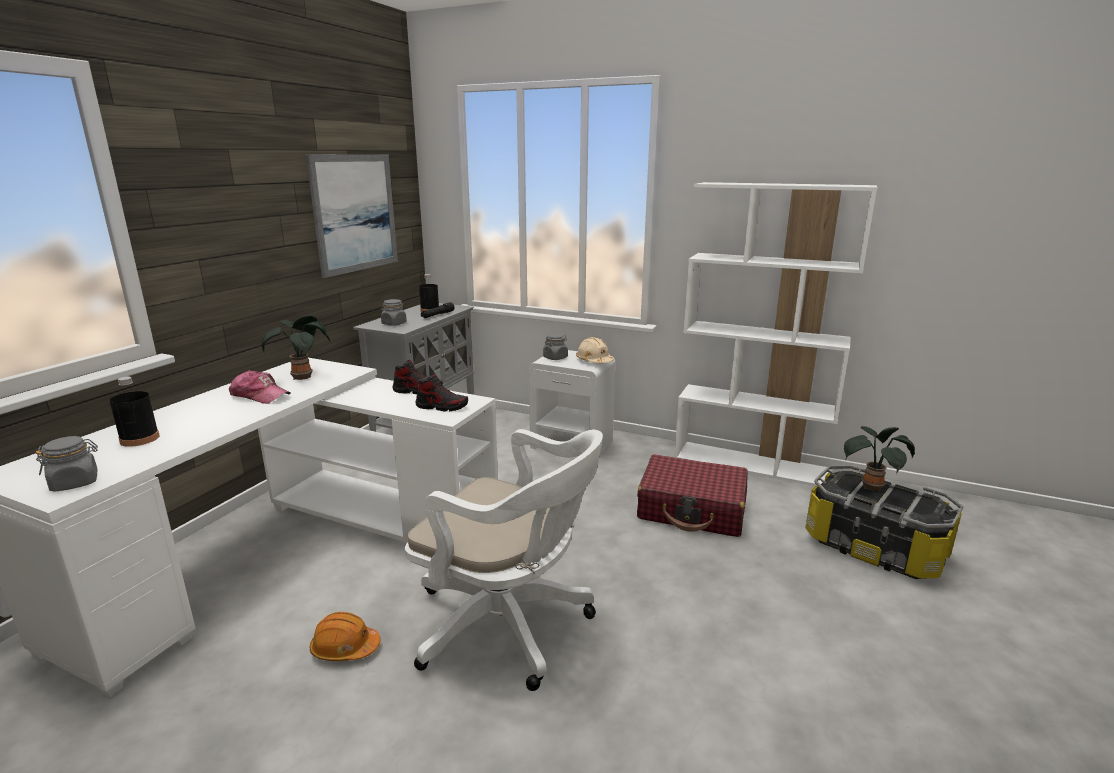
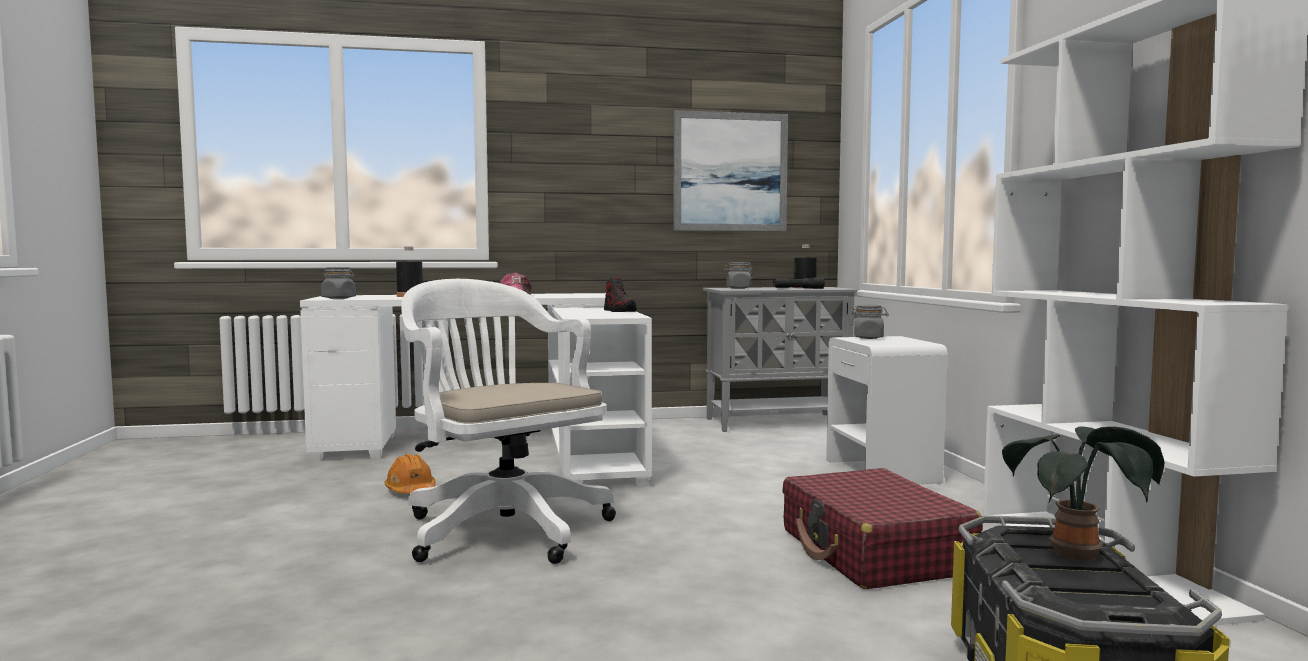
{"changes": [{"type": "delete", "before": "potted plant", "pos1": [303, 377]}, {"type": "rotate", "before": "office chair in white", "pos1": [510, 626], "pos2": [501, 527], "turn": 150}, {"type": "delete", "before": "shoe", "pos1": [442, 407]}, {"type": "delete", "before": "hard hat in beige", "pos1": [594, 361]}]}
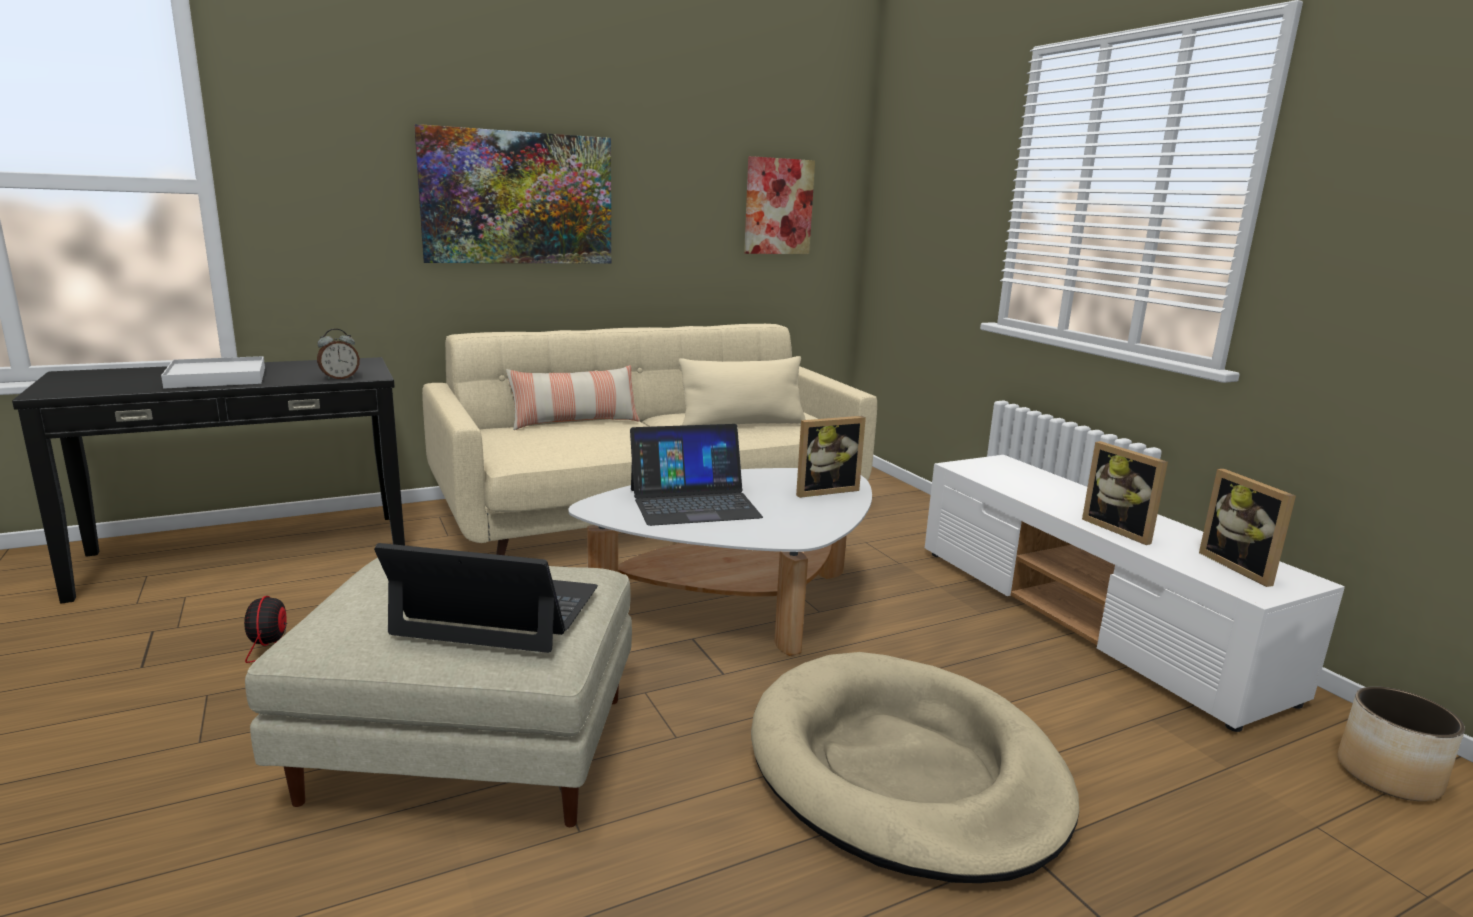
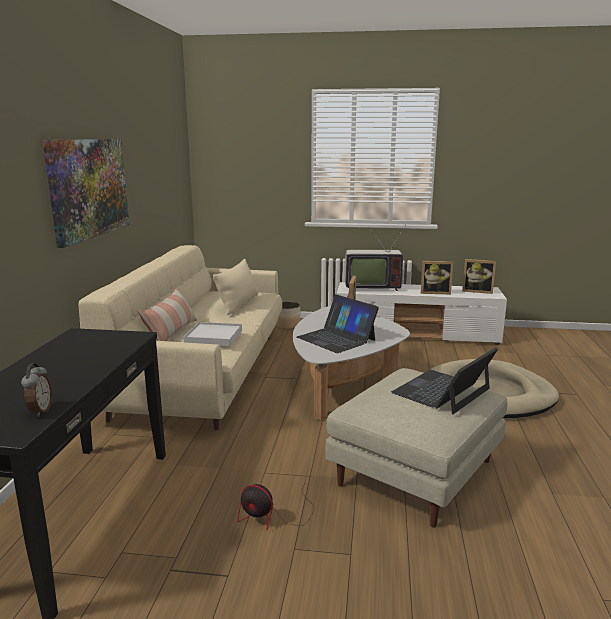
{"changes": [{"type": "move", "before": "tray in white", "pos1": [217, 377], "pos2": [214, 336]}, {"type": "move", "before": "alarm clock", "pos1": [340, 378], "pos2": [40, 411]}, {"type": "rotate", "before": "laptop", "pos1": [693, 503], "pos2": [336, 338], "turn": 120}, {"type": "delete", "before": "picture", "pos1": [778, 206]}, {"type": "move", "before": "planter", "pos1": [1389, 776], "pos2": [288, 326]}, {"type": "insert", "after": "television", "pos2": [371, 287]}]}
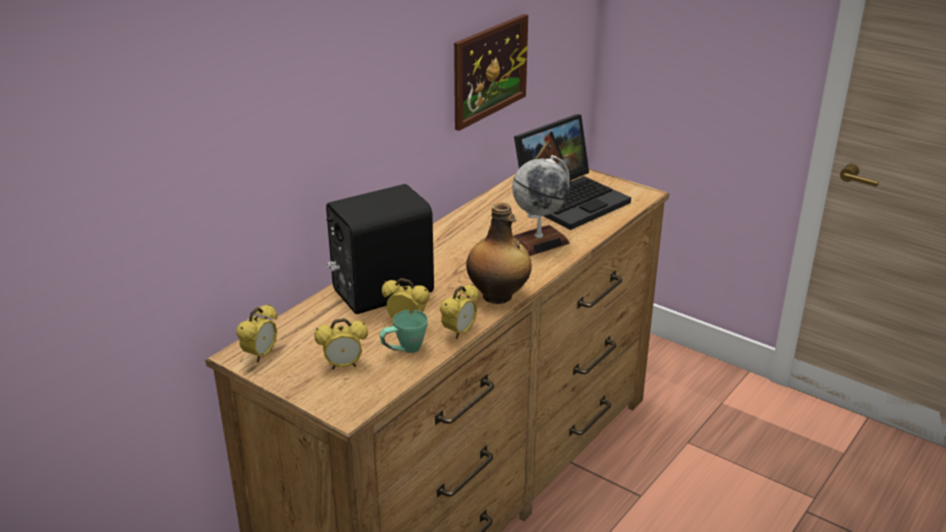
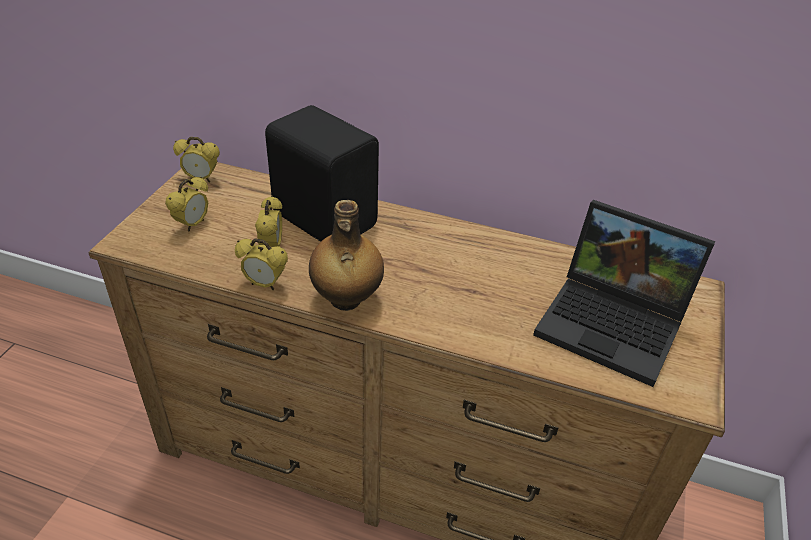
{"changes": [{"type": "rotate", "before": "alarm clock", "pos1": [343, 365], "pos2": [193, 224], "turn": -120}, {"type": "delete", "before": "mug in green", "pos1": [404, 350]}, {"type": "delete", "before": "picture", "pos1": [490, 70]}, {"type": "delete", "before": "globe", "pos1": [539, 242]}]}
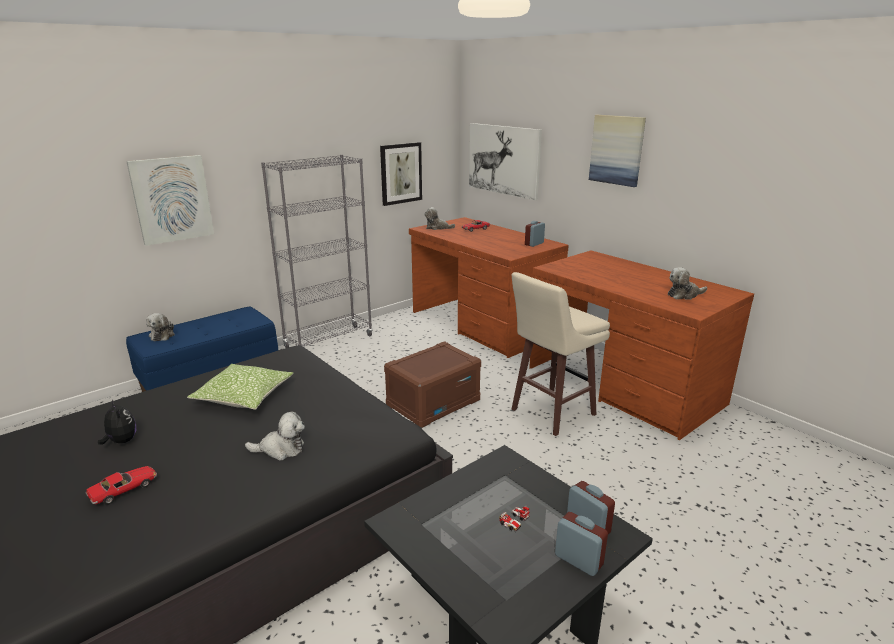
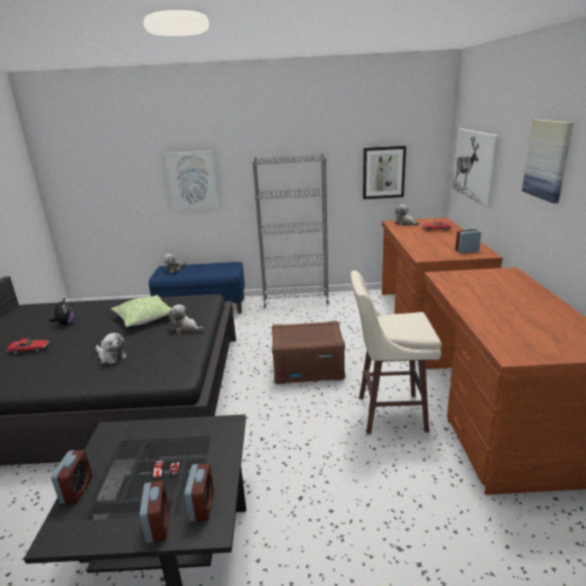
{"changes": [{"type": "move", "before": "plush toy", "pos1": [684, 295], "pos2": [186, 329]}, {"type": "insert", "after": "alarm clock", "pos2": [77, 490]}]}
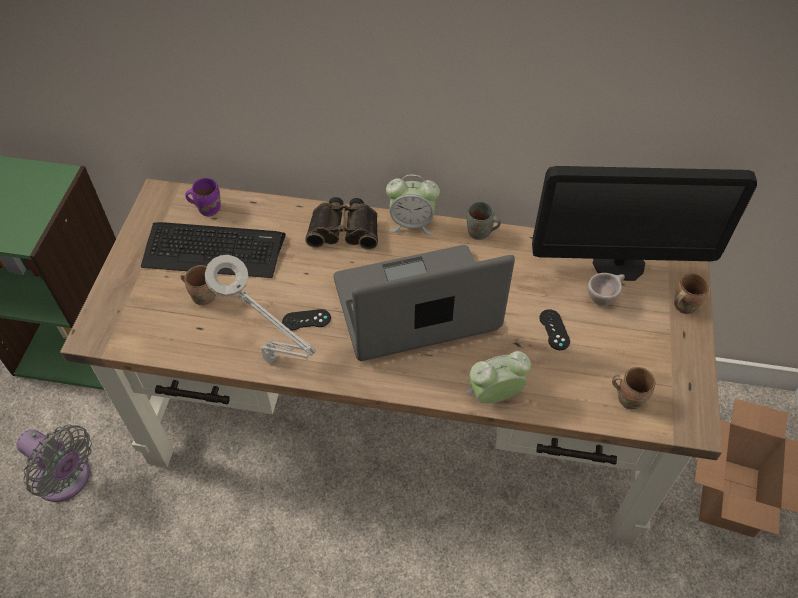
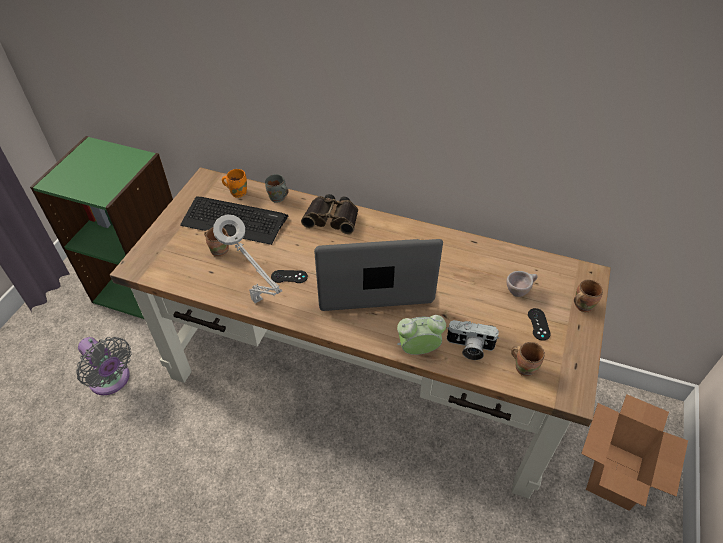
{"changes": [{"type": "recolor", "before": "mug in purple", "after": "mug in orange", "pos1": [208, 208], "pos2": [238, 192]}, {"type": "delete", "before": "alarm clock", "pos1": [412, 223]}, {"type": "move", "before": "mug in grey", "pos1": [480, 233], "pos2": [278, 198]}, {"type": "delete", "before": "monitor", "pos1": [618, 263]}, {"type": "move", "before": "game controller in black", "pos1": [554, 330], "pos2": [538, 324]}, {"type": "insert", "after": "photo camera", "pos2": [469, 347]}]}
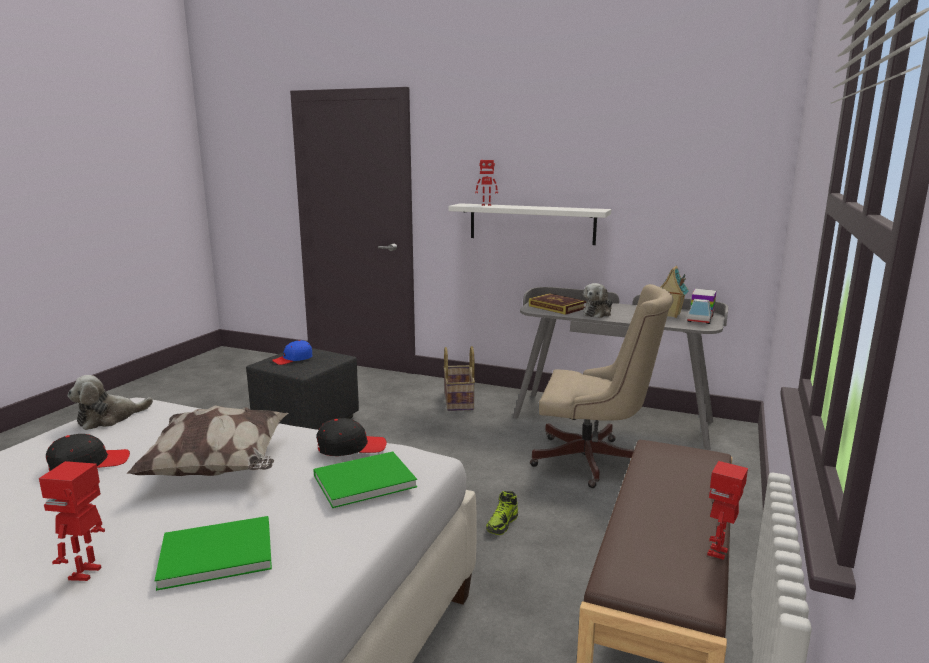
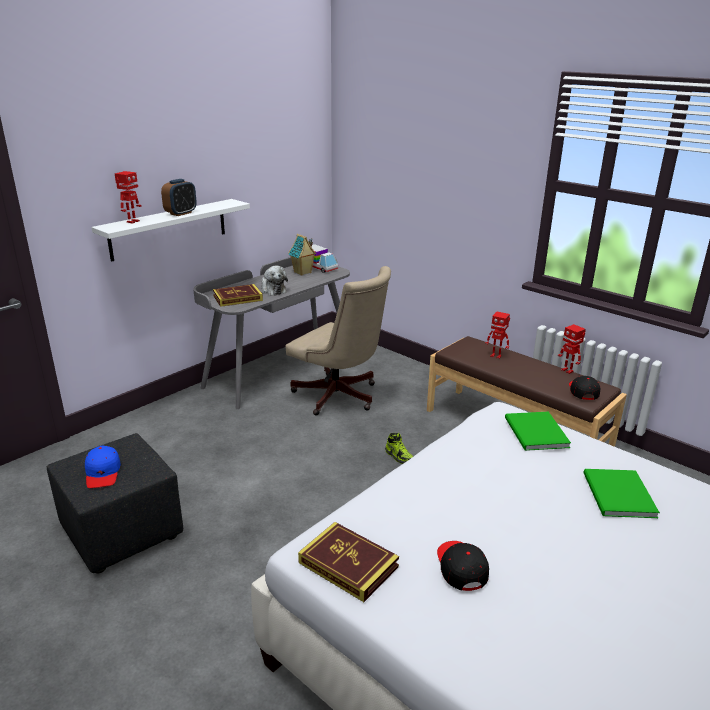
{"changes": [{"type": "move", "before": "toy robot", "pos1": [87, 573], "pos2": [496, 356]}, {"type": "replace", "before": "plush toy", "after": "book", "pos1": [109, 418], "pos2": [348, 565]}, {"type": "delete", "before": "pillow", "pos1": [219, 468]}, {"type": "move", "before": "cap in black", "pos1": [351, 447], "pos2": [582, 391]}, {"type": "delete", "before": "basket", "pos1": [459, 401]}, {"type": "rotate", "before": "office chair in beige", "pos1": [594, 462], "pos2": [339, 397], "turn": 90}, {"type": "insert", "after": "alarm clock", "pos2": [181, 213]}]}
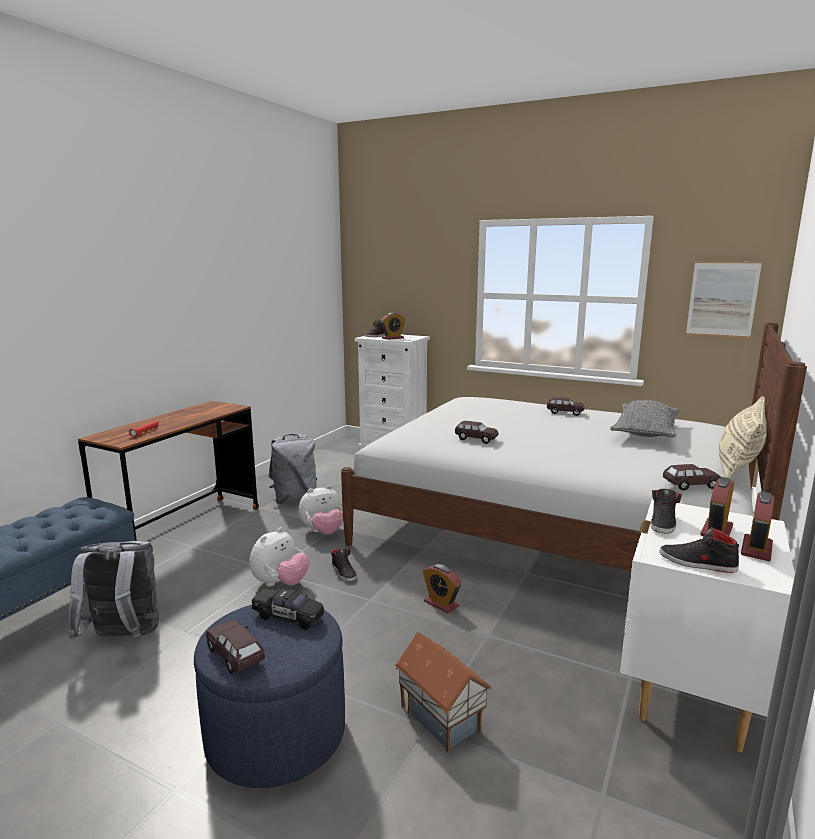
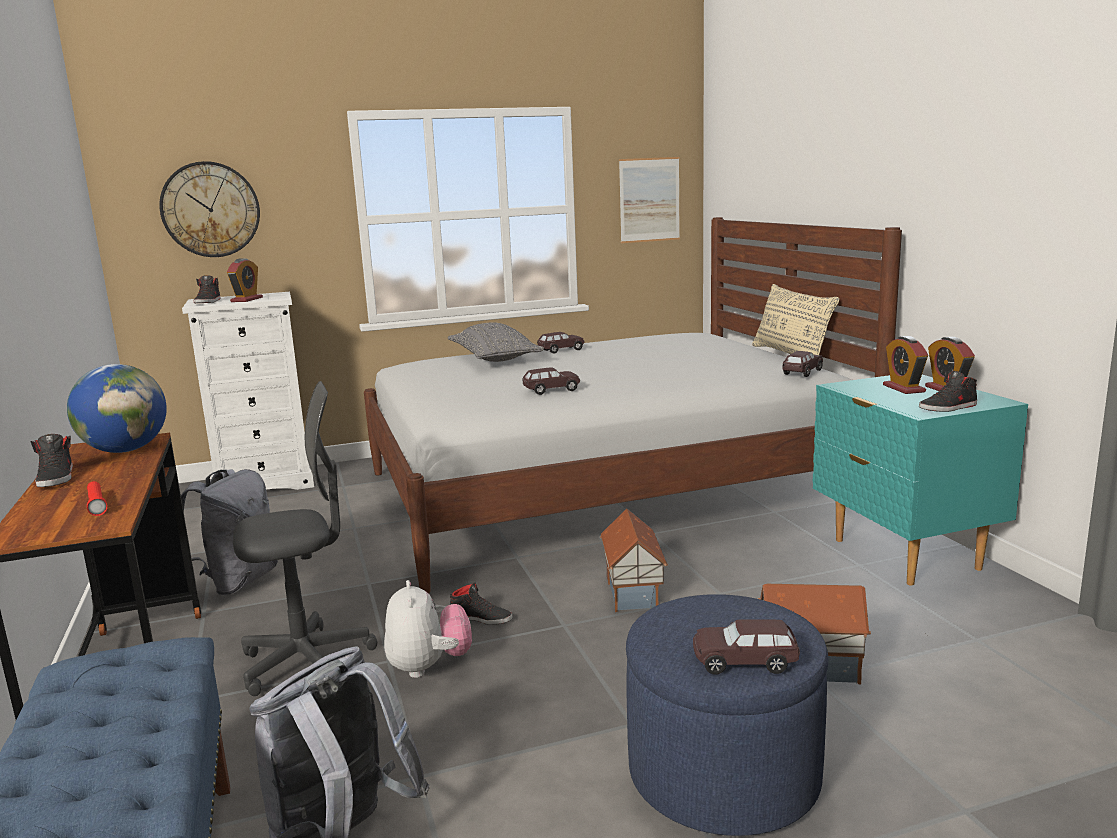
{"changes": [{"type": "delete", "before": "toy car in black", "pos1": [289, 616]}, {"type": "delete", "before": "plush toy", "pos1": [323, 532]}, {"type": "replace", "before": "alarm clock", "after": "toy house", "pos1": [441, 604], "pos2": [634, 592]}, {"type": "move", "before": "pillow in grey", "pos1": [645, 432], "pos2": [494, 358]}, {"type": "recolor", "before": "nightstand in white", "after": "nightstand in turquoise", "pos1": [689, 694], "pos2": [904, 555]}, {"type": "move", "before": "shoe in black", "pos1": [663, 523], "pos2": [57, 478]}, {"type": "insert", "after": "globe", "pos2": [125, 450]}, {"type": "insert", "after": "wall clock", "pos2": [210, 209]}, {"type": "insert", "after": "office chair in grey", "pos2": [307, 662]}]}
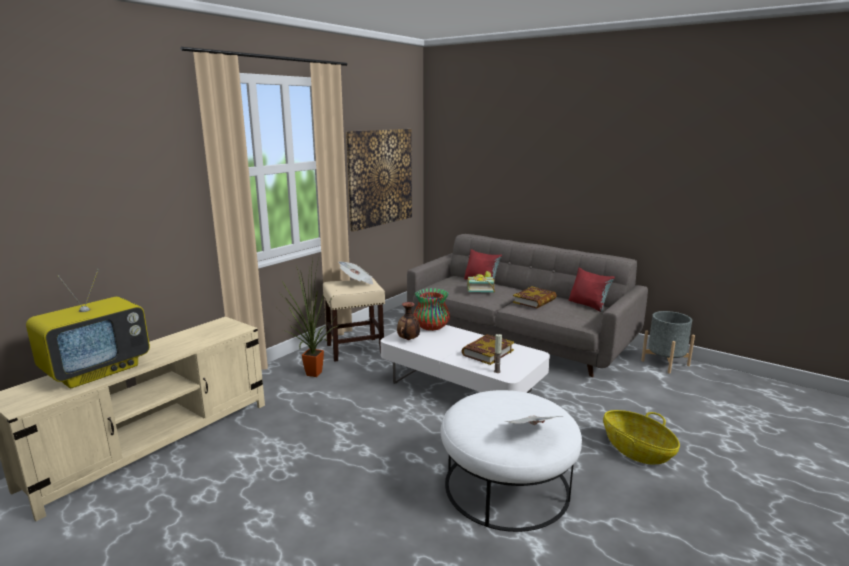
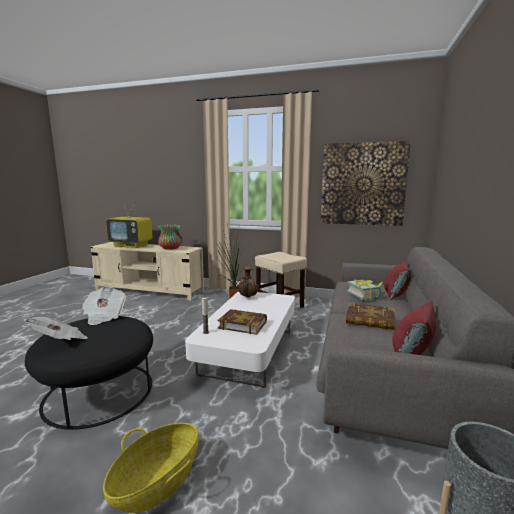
{"changes": [{"type": "move", "before": "newspaper", "pos1": [357, 282], "pos2": [104, 316]}, {"type": "move", "before": "vase", "pos1": [431, 327], "pos2": [171, 248]}, {"type": "recolor", "before": "ottoman in white", "after": "ottoman in black", "pos1": [507, 486], "pos2": [99, 392]}]}
